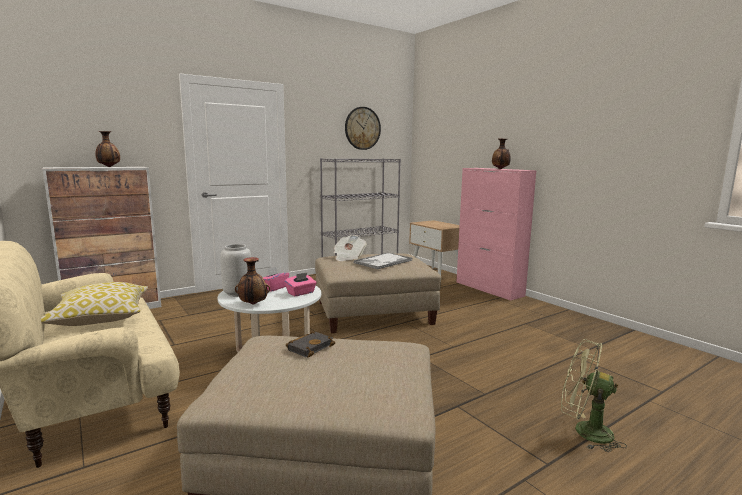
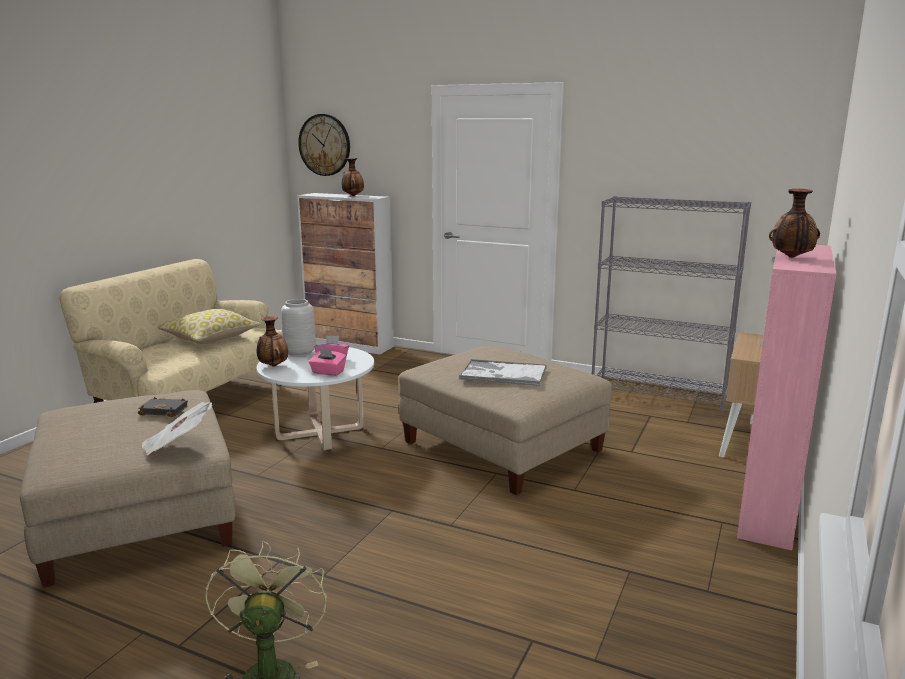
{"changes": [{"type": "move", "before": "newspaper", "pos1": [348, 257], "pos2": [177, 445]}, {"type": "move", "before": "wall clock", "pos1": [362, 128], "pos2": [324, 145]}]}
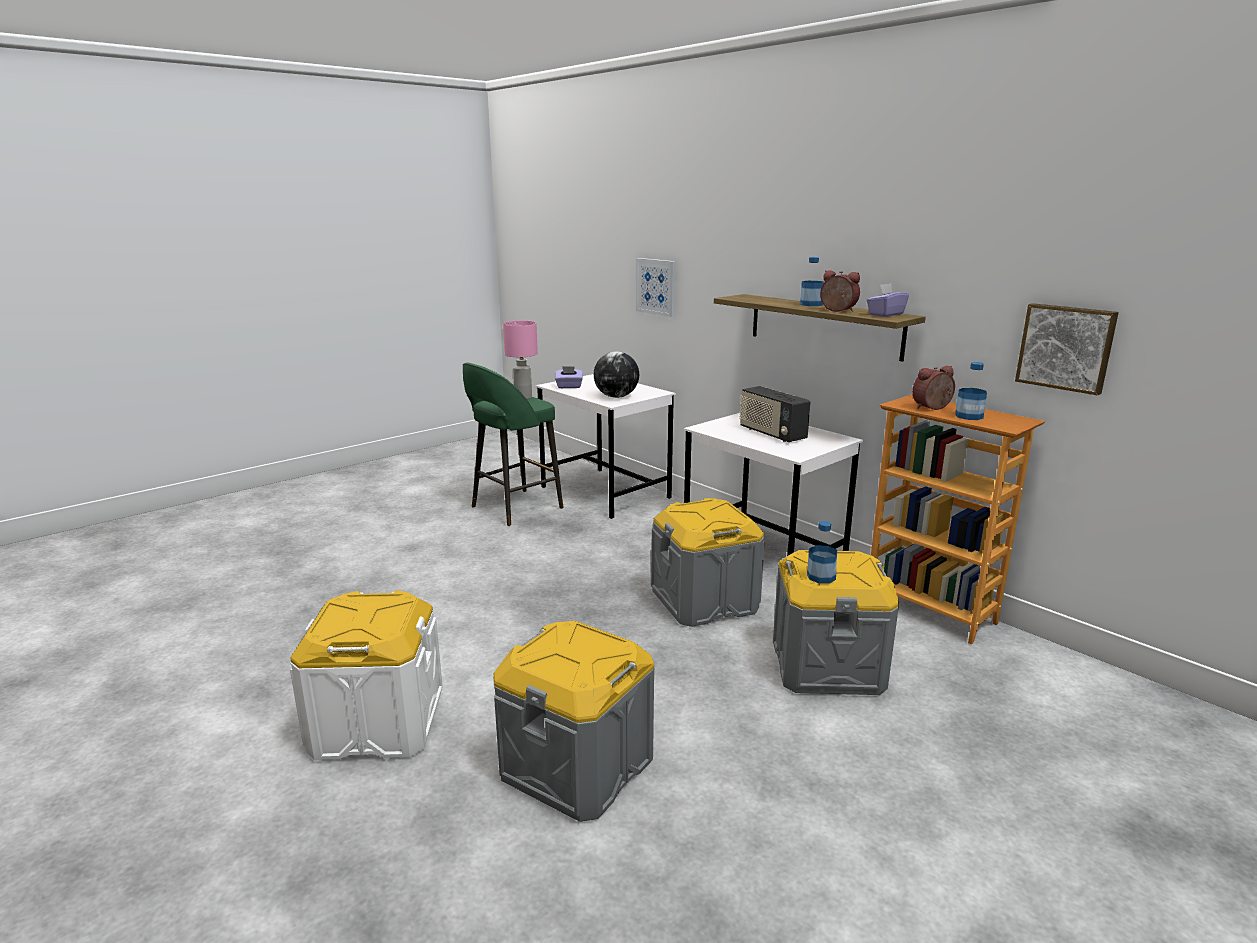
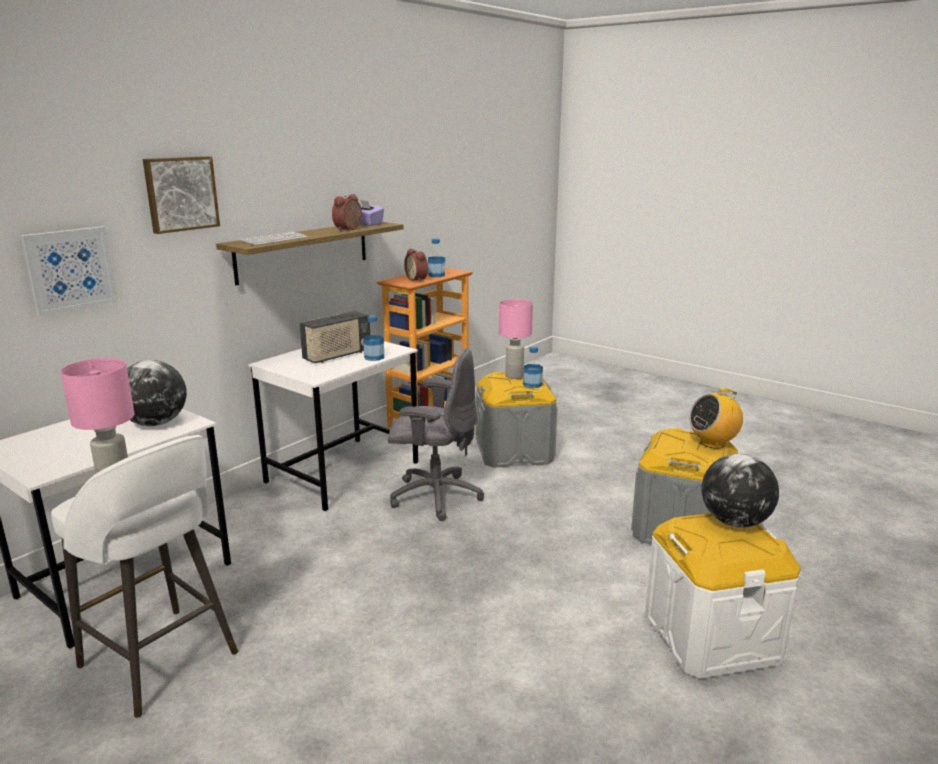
{"changes": [{"type": "recolor", "before": "stool in green", "after": "stool in white", "pos1": [514, 508], "pos2": [161, 662]}, {"type": "delete", "before": "tissue box in purple", "pos1": [569, 386]}, {"type": "replace", "before": "storage box in grey", "after": "office chair in grey", "pos1": [704, 601], "pos2": [434, 496]}, {"type": "move", "before": "bottle", "pos1": [811, 304], "pos2": [374, 357]}, {"type": "move", "before": "picture", "pos1": [1066, 347], "pos2": [180, 194]}, {"type": "insert", "after": "keyboard", "pos2": [274, 240]}, {"type": "insert", "after": "table lamp in pink", "pos2": [513, 376]}, {"type": "insert", "after": "radio", "pos2": [713, 443]}, {"type": "insert", "after": "globe", "pos2": [734, 522]}]}
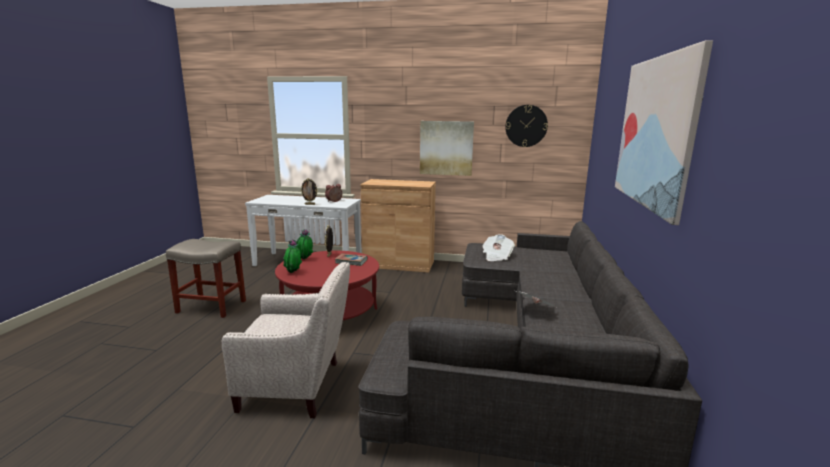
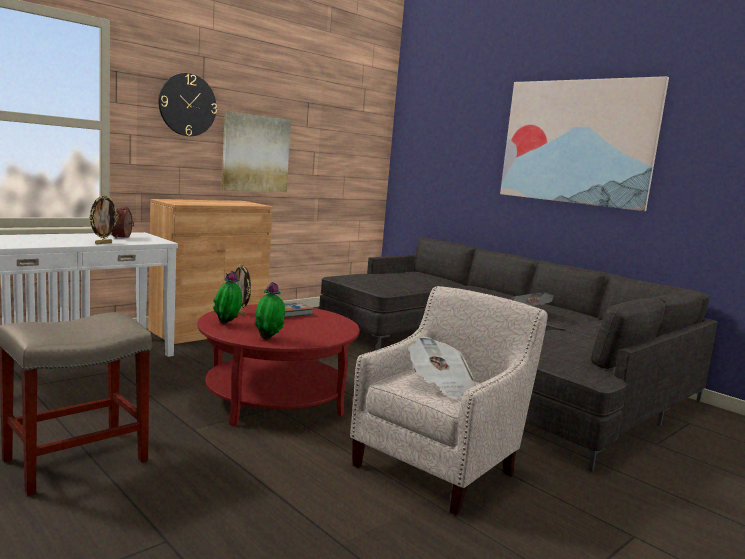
{"changes": [{"type": "move", "before": "newspaper", "pos1": [496, 256], "pos2": [440, 385]}, {"type": "move", "before": "wall clock", "pos1": [526, 126], "pos2": [187, 105]}]}
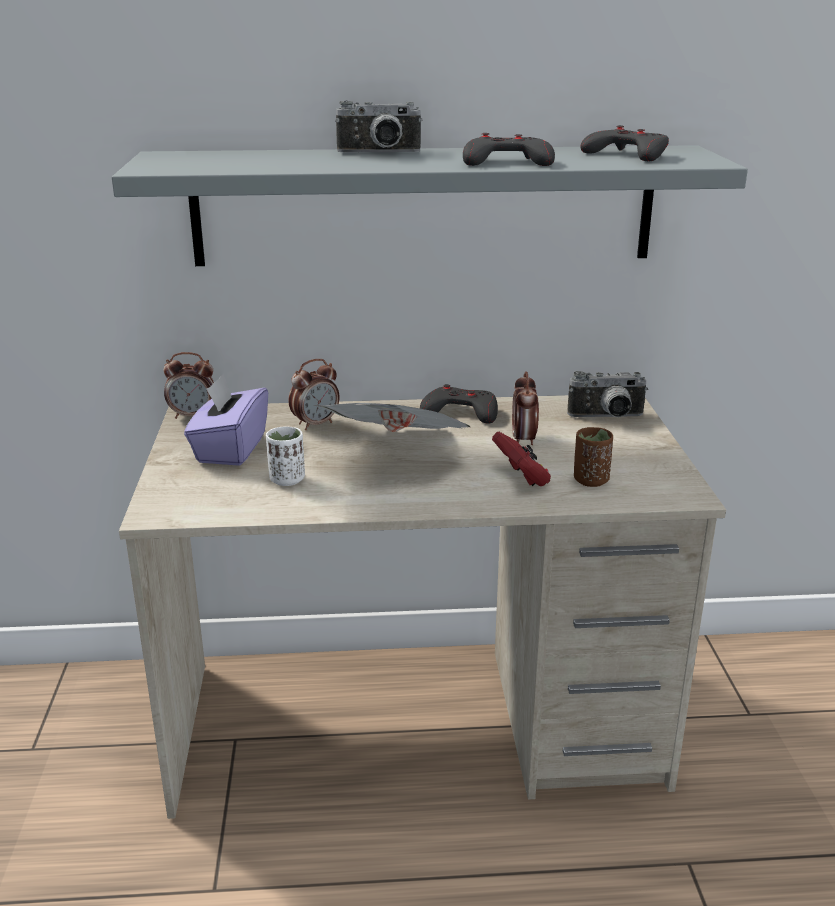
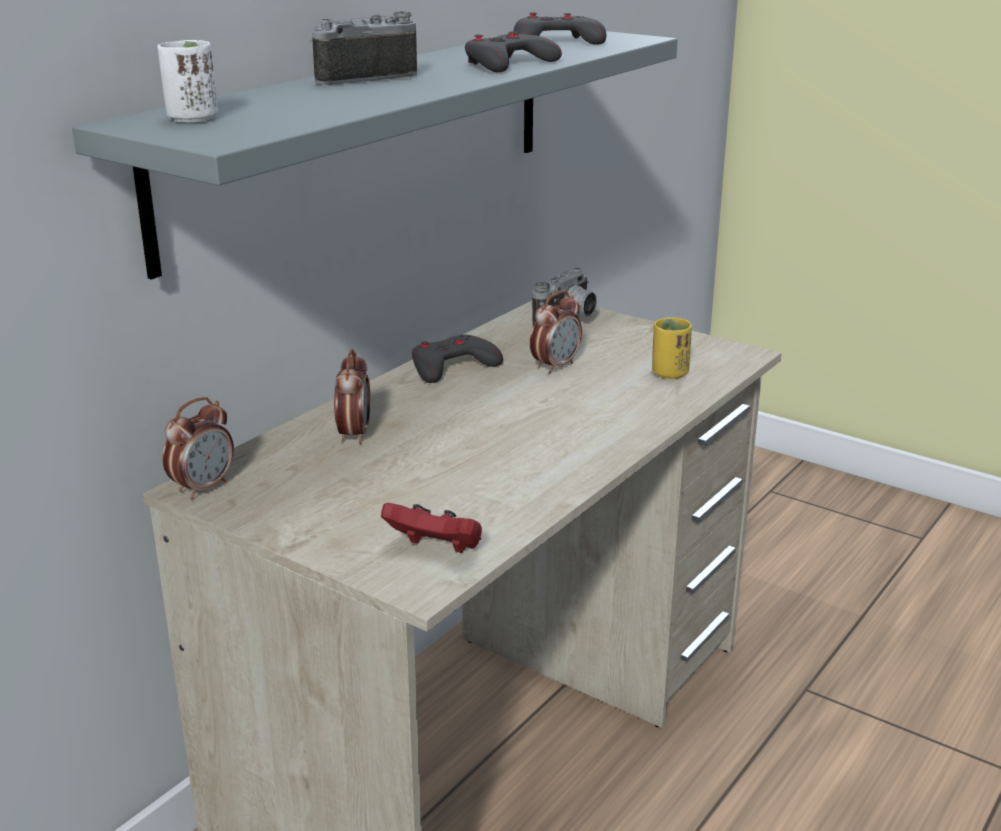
{"changes": [{"type": "delete", "before": "tissue box in purple", "pos1": [230, 449]}, {"type": "move", "before": "cup in white", "pos1": [287, 480], "pos2": [192, 119]}, {"type": "delete", "before": "newspaper", "pos1": [397, 456]}, {"type": "rotate", "before": "photo camera", "pos1": [380, 153], "pos2": [362, 77], "turn": -150}, {"type": "move", "before": "game controller in red", "pos1": [522, 478], "pos2": [436, 549]}, {"type": "rotate", "before": "alarm clock", "pos1": [523, 440], "pos2": [555, 366], "turn": -90}, {"type": "recolor", "before": "cup in brown", "after": "cup in yellow", "pos1": [590, 480], "pos2": [669, 373]}]}
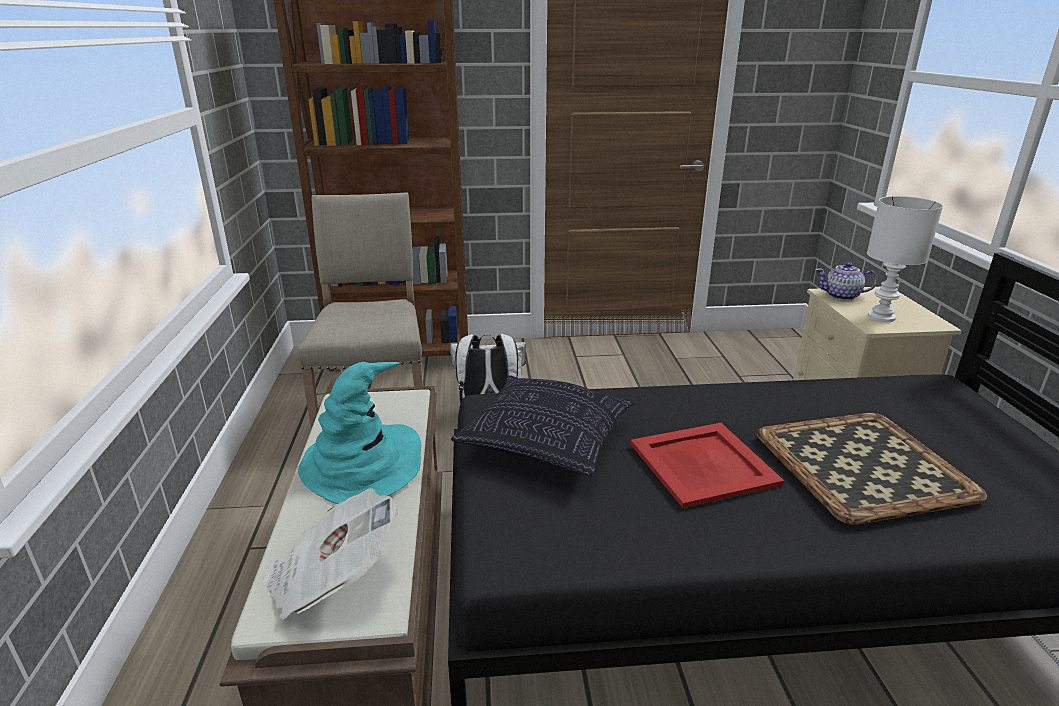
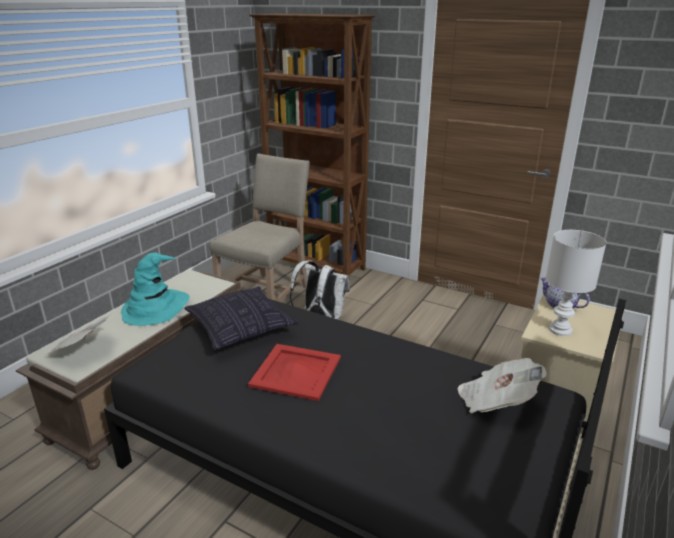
{"changes": [{"type": "delete", "before": "tray", "pos1": [865, 465]}, {"type": "insert", "after": "newspaper", "pos2": [496, 401]}]}
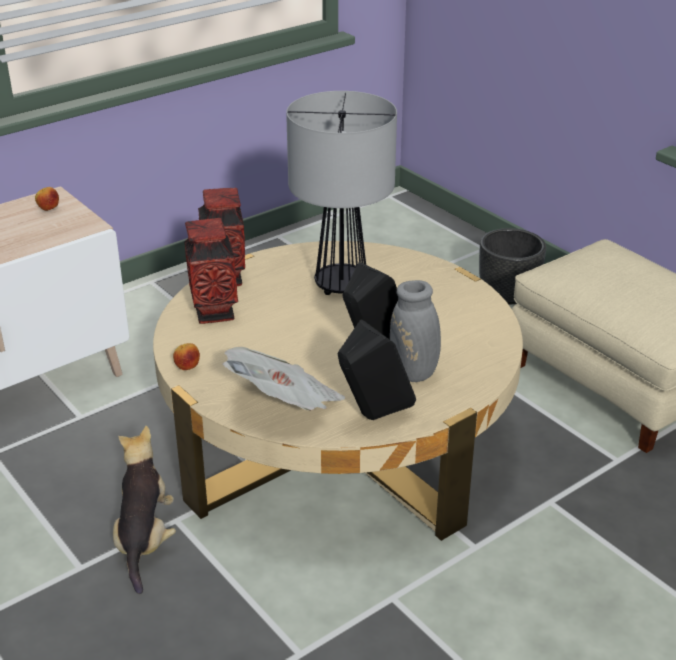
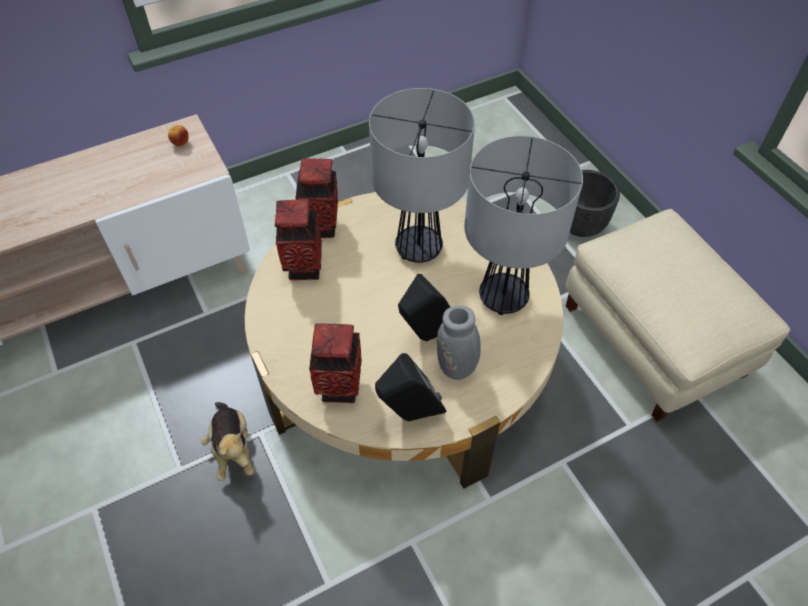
{"changes": [{"type": "rotate", "before": "plush toy", "pos1": [145, 539], "pos2": [233, 449], "turn": 150}, {"type": "delete", "before": "apple", "pos1": [187, 367]}, {"type": "replace", "before": "newspaper", "after": "vase", "pos1": [285, 404], "pos2": [340, 388]}, {"type": "insert", "after": "table lamp", "pos2": [504, 297]}]}
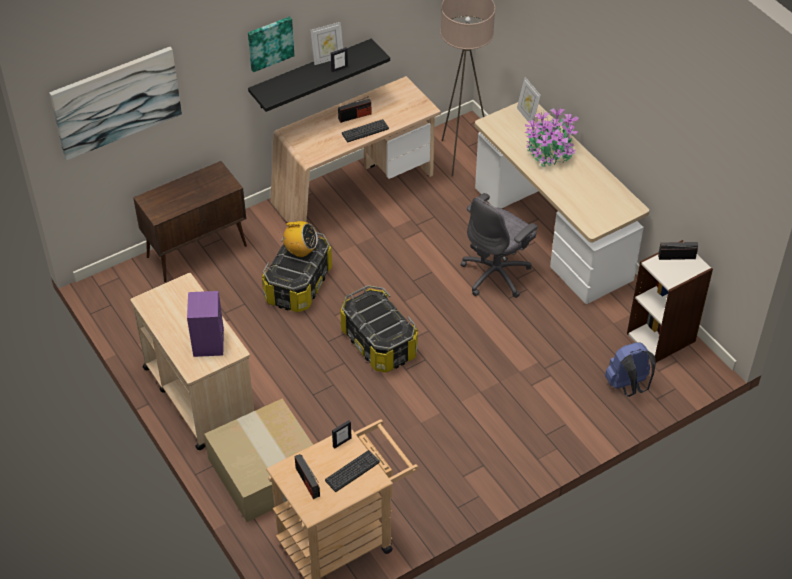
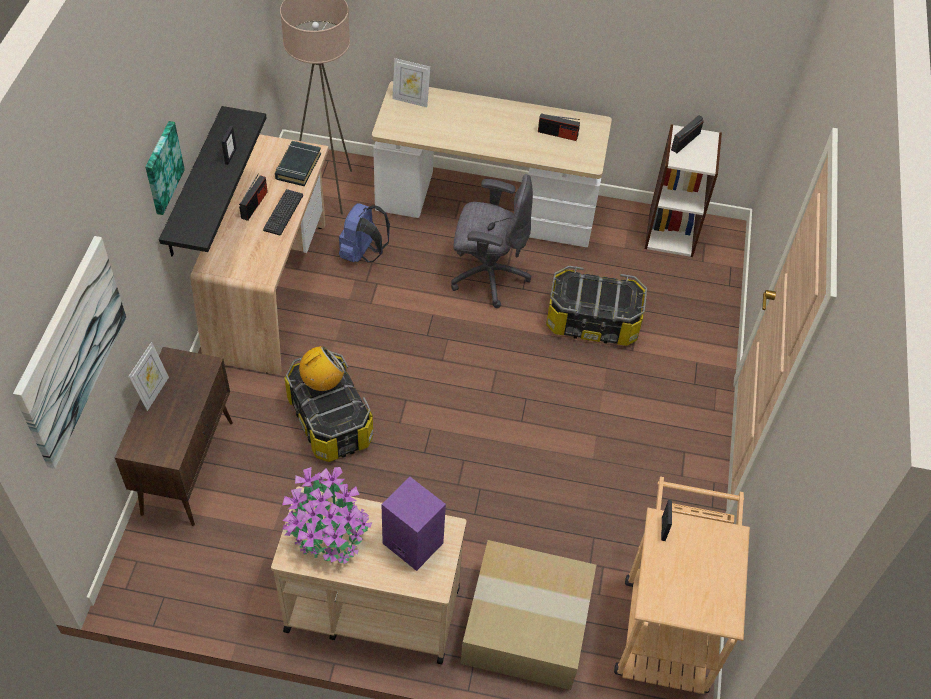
{"changes": [{"type": "move", "before": "radio", "pos1": [307, 482], "pos2": [557, 134]}, {"type": "move", "before": "picture frame", "pos1": [328, 59], "pos2": [154, 392]}, {"type": "delete", "before": "keyboard", "pos1": [352, 471]}, {"type": "move", "before": "storage box", "pos1": [378, 343], "pos2": [592, 322]}, {"type": "rotate", "before": "office chair in grey", "pos1": [496, 274], "pos2": [488, 275], "turn": -75}, {"type": "move", "before": "potted plant", "pos1": [550, 151], "pos2": [327, 531]}, {"type": "move", "before": "backpack in blue", "pos1": [628, 386], "pos2": [363, 253]}, {"type": "insert", "after": "book in black", "pos2": [298, 166]}]}
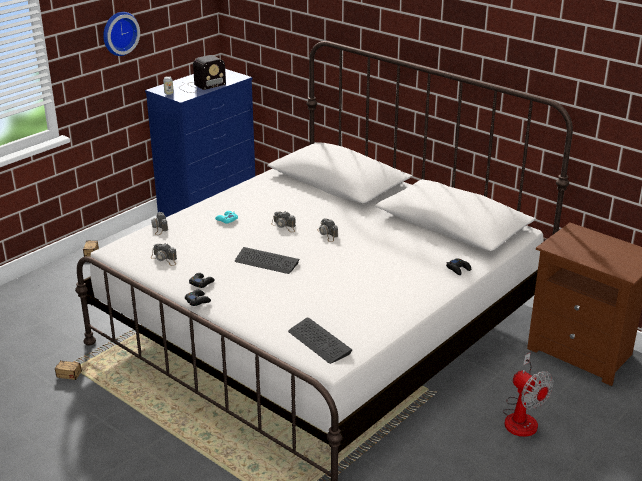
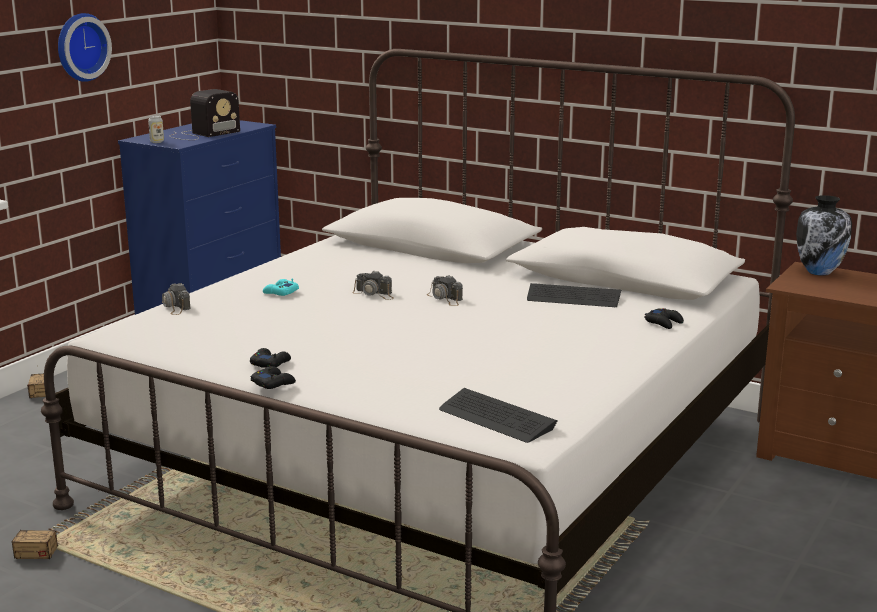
{"changes": [{"type": "delete", "before": "photo camera", "pos1": [165, 259]}, {"type": "move", "before": "keyboard", "pos1": [266, 262], "pos2": [573, 298]}, {"type": "delete", "before": "fan", "pos1": [522, 417]}, {"type": "insert", "after": "vase", "pos2": [820, 272]}]}
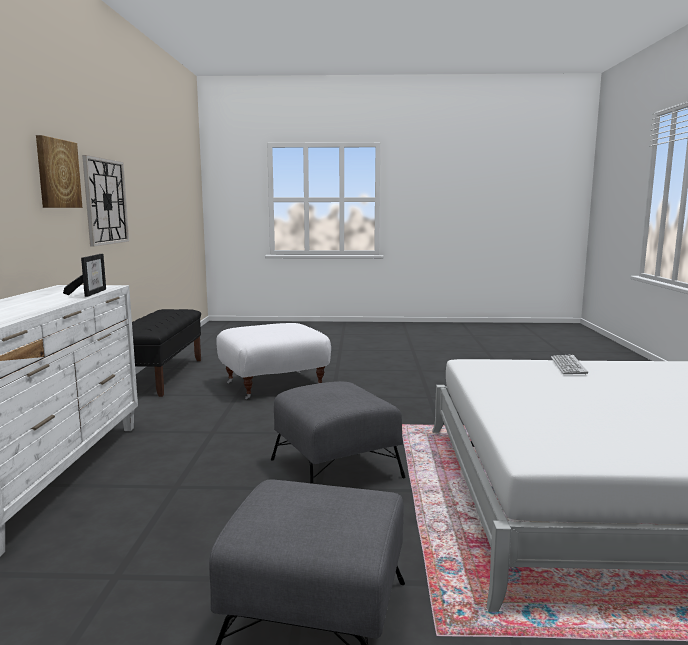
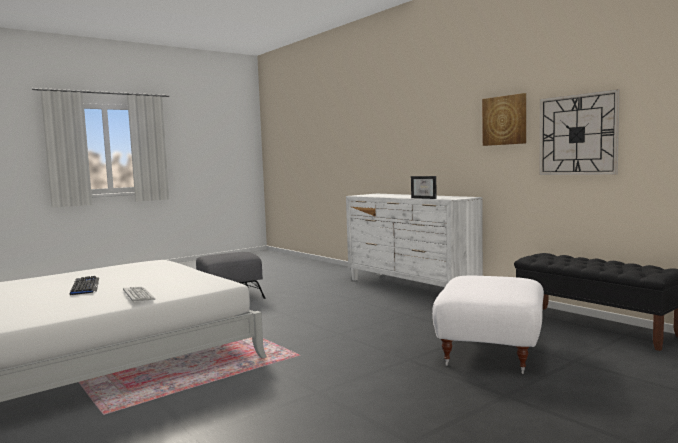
{"changes": [{"type": "delete", "before": "ottoman in grey", "pos1": [335, 467]}, {"type": "insert", "after": "keyboard", "pos2": [85, 286]}]}
